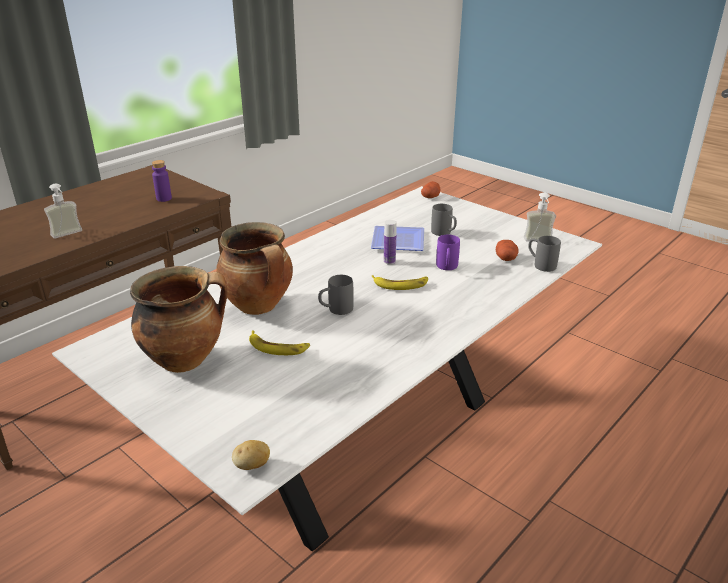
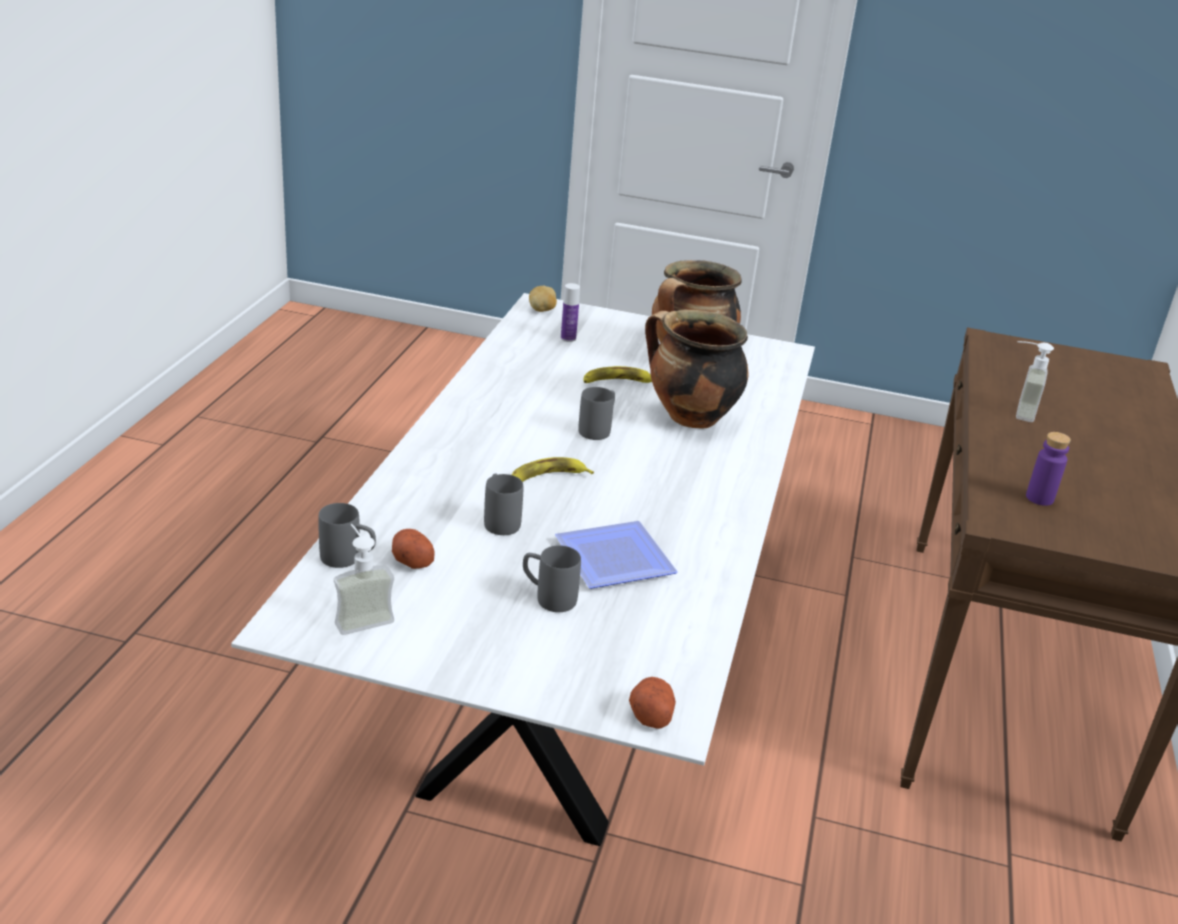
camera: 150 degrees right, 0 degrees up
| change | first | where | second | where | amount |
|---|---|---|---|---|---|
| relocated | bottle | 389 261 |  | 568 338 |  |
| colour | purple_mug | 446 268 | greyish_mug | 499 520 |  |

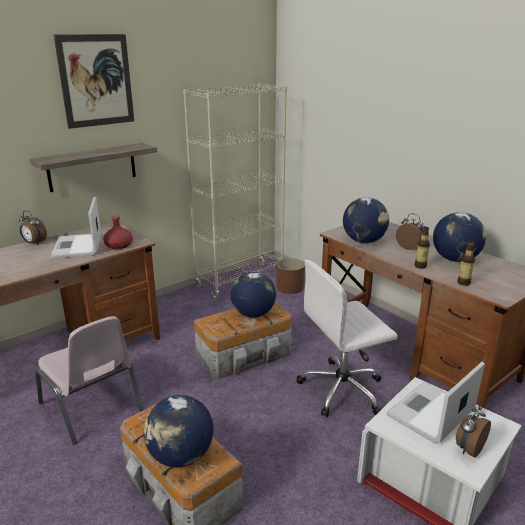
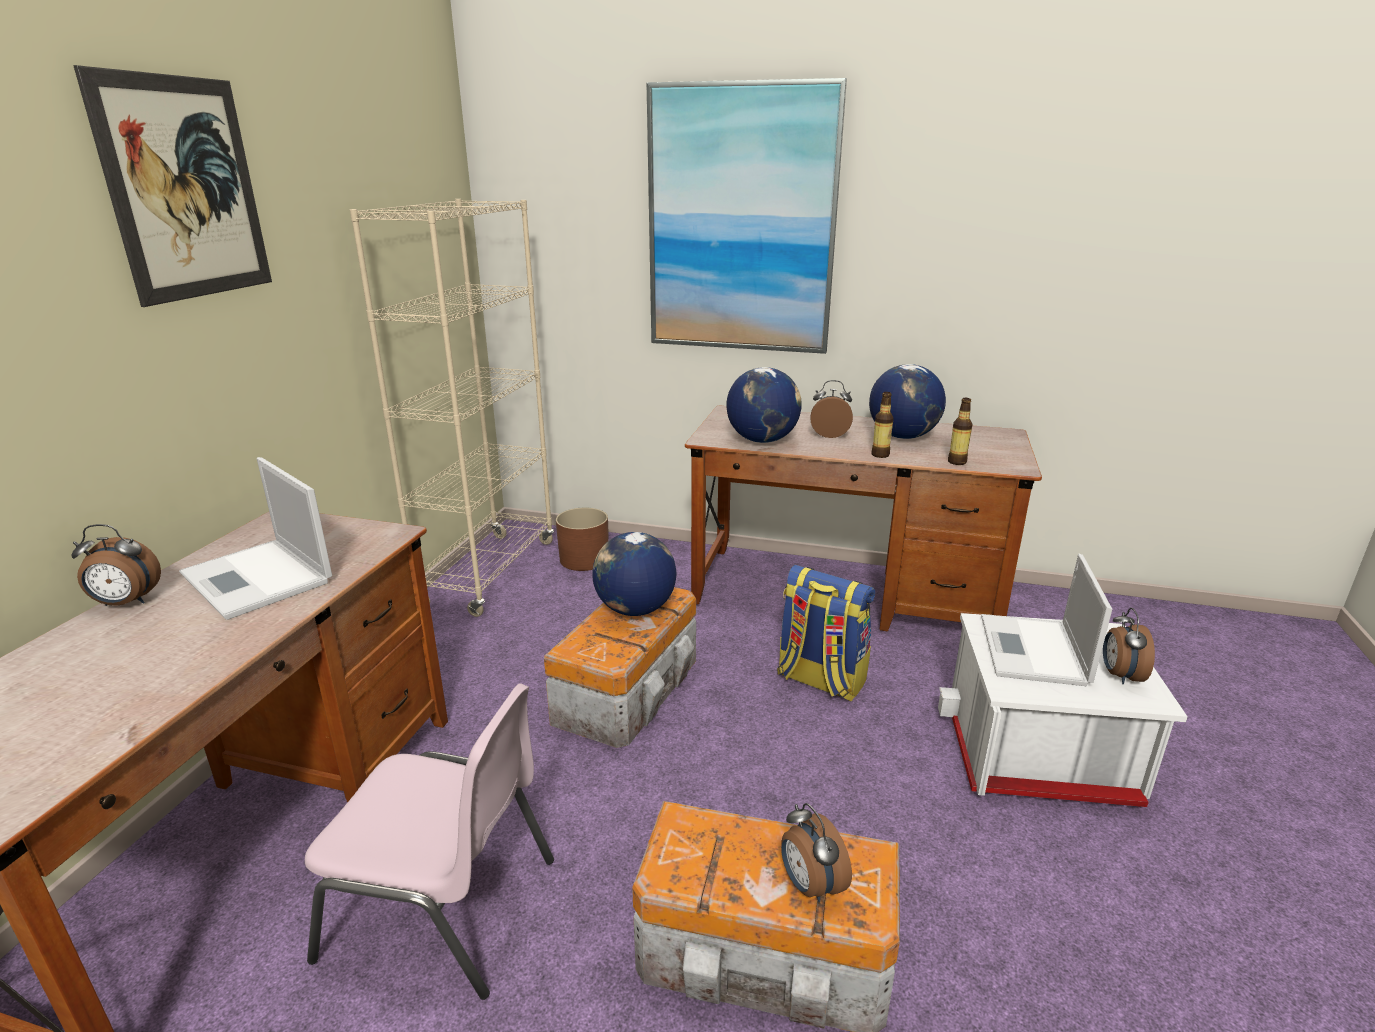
camera: 35 degrees left, 0 degrees up
| change | first | where | second | where | amount |
|---|---|---|---|---|---|
| missing | wall_shelf | 92 167 |  |  |  |
| missing | red-coloured_bottle | 119 245 |  |  |  |
| appeared |  |  | wall_picture | 741 222 |  |
| exchanged | globe | 180 456 | bedside_clock | 809 885 |  |
| exchanged | whitish_computer_chair | 343 390 | rucksack | 820 680 |  |

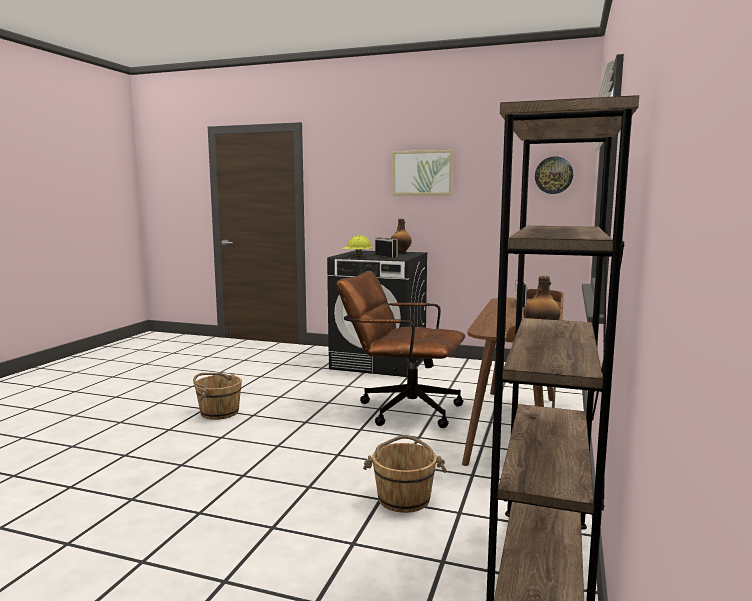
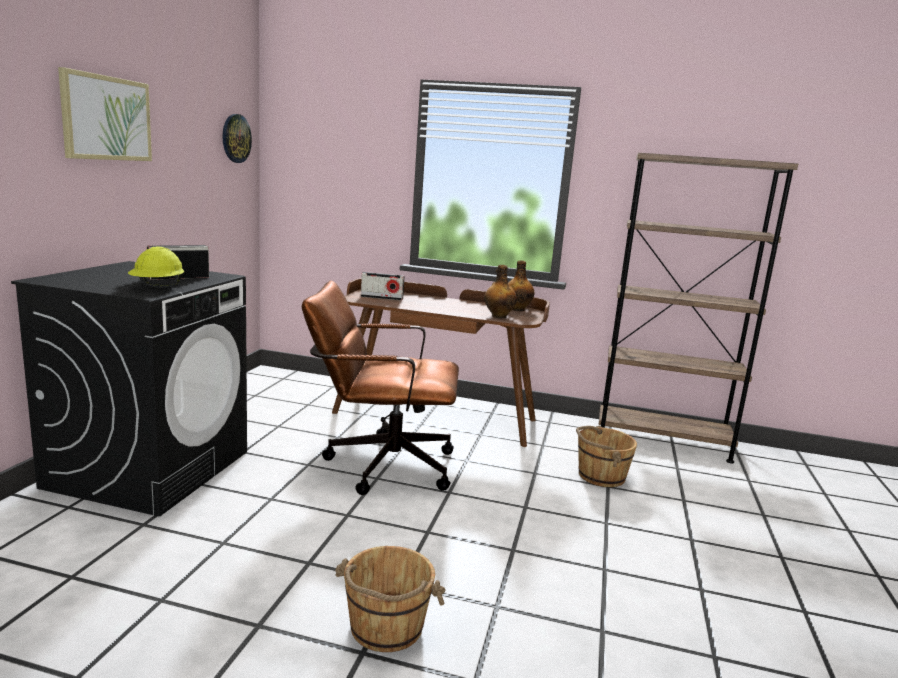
camera: 95 degrees left, 5 degrees up
| change | first | where | second | where | amount |
|---|---|---|---|---|---|
| relocated | bottle | 401 252 |  | 498 316 |  |
| spun | brownish_computer_chair | 401 409 |  | 379 464 | 75 degrees clockwise |

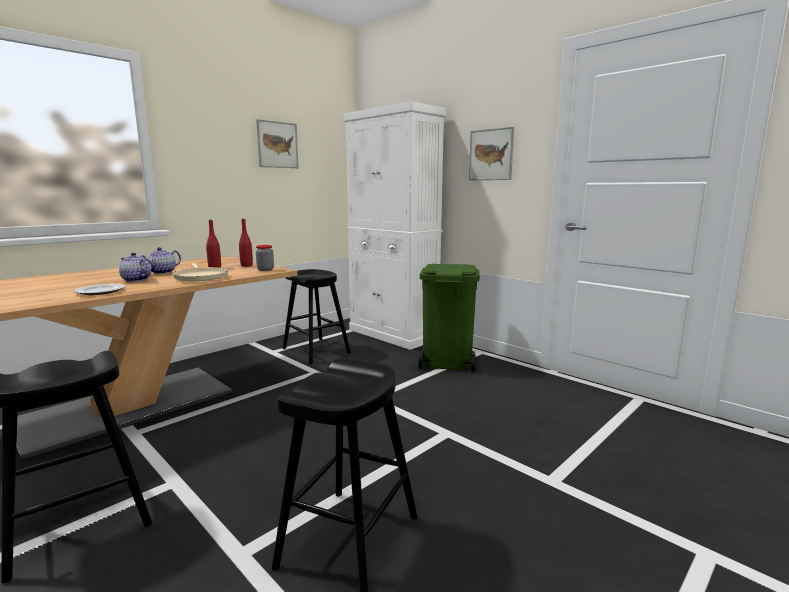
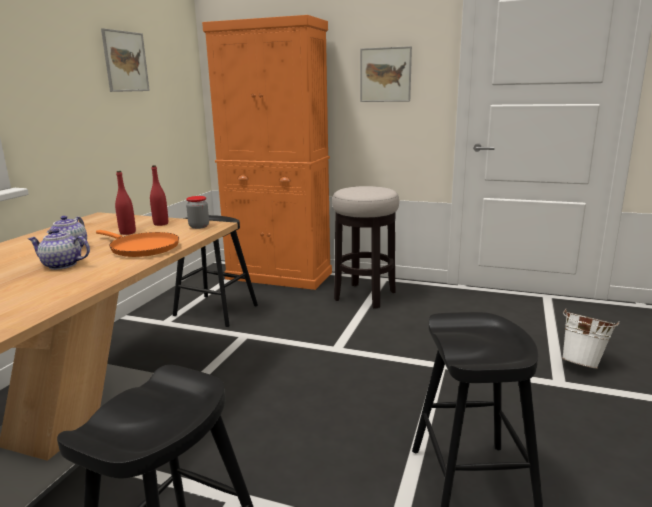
camera: 25 degrees left, 5 degrees up
| change | first | where | second | where | amount |
|---|---|---|---|---|---|
| missing | dinner_plate | 100 291 |  |  |  |
| appeared |  |  | whitish_water_bucket | 583 363 |  |
| exchanged | greenish_trash_can | 446 362 | stool | 365 296 |  |
| colour | beige-coloured_frying_pan | 200 277 | orangey_frying_pan | 142 248 |  |
| colour | whitish_cupboard | 393 334 | orangey_cupboard | 279 276 |  |

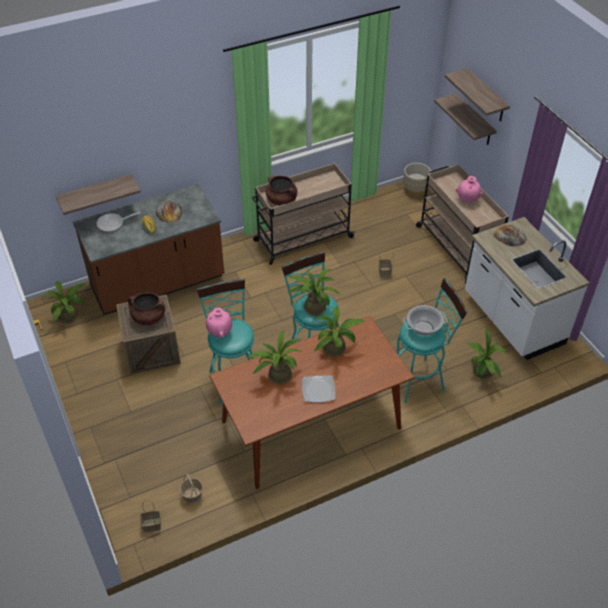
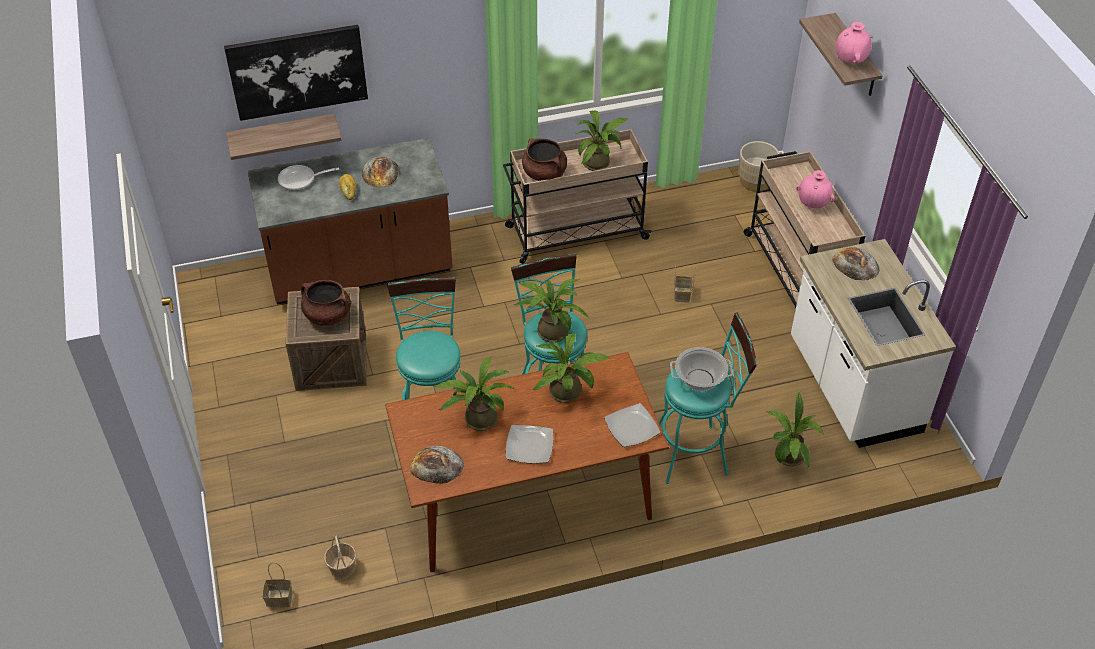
camera: 10 degrees right, 0 degrees up
| change | first | where | second | where | amount |
|---|---|---|---|---|---|
| missing | wall_shelf | 474 120 |  |  |  |
| appeared |  |  | wall_picture | 297 71 |  |
| appeared |  |  | bread | 436 465 |  |
| appeared |  |  | dinner_plate | 632 426 |  |
| relocated | plant_in_a_pot | 70 316 |  | 599 163 |  |
| relocated | pink_vase | 220 333 |  | 850 62 |  |

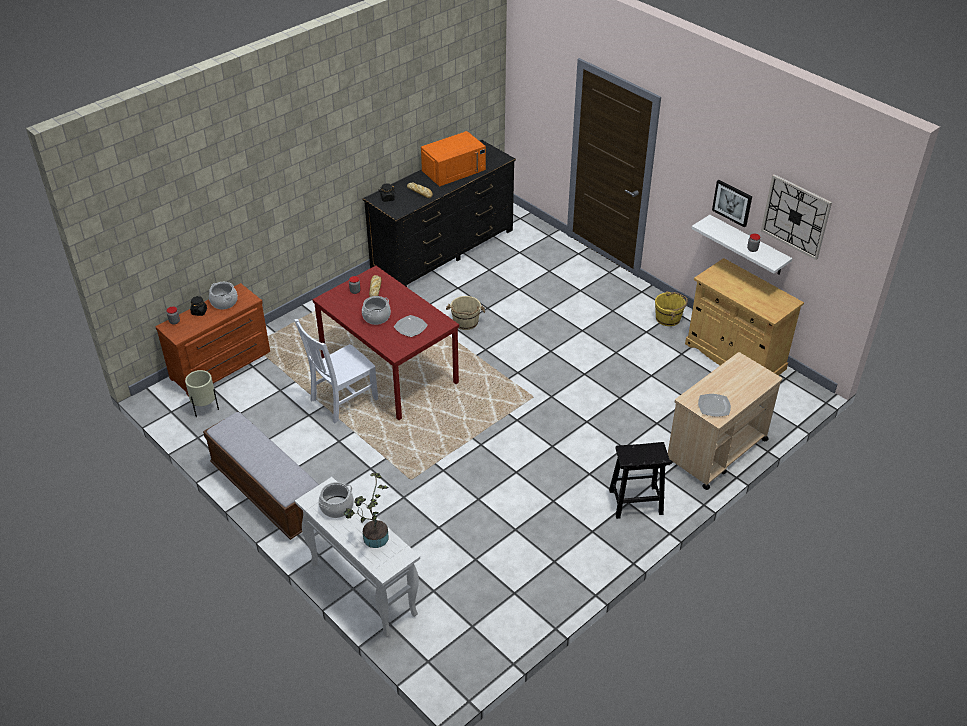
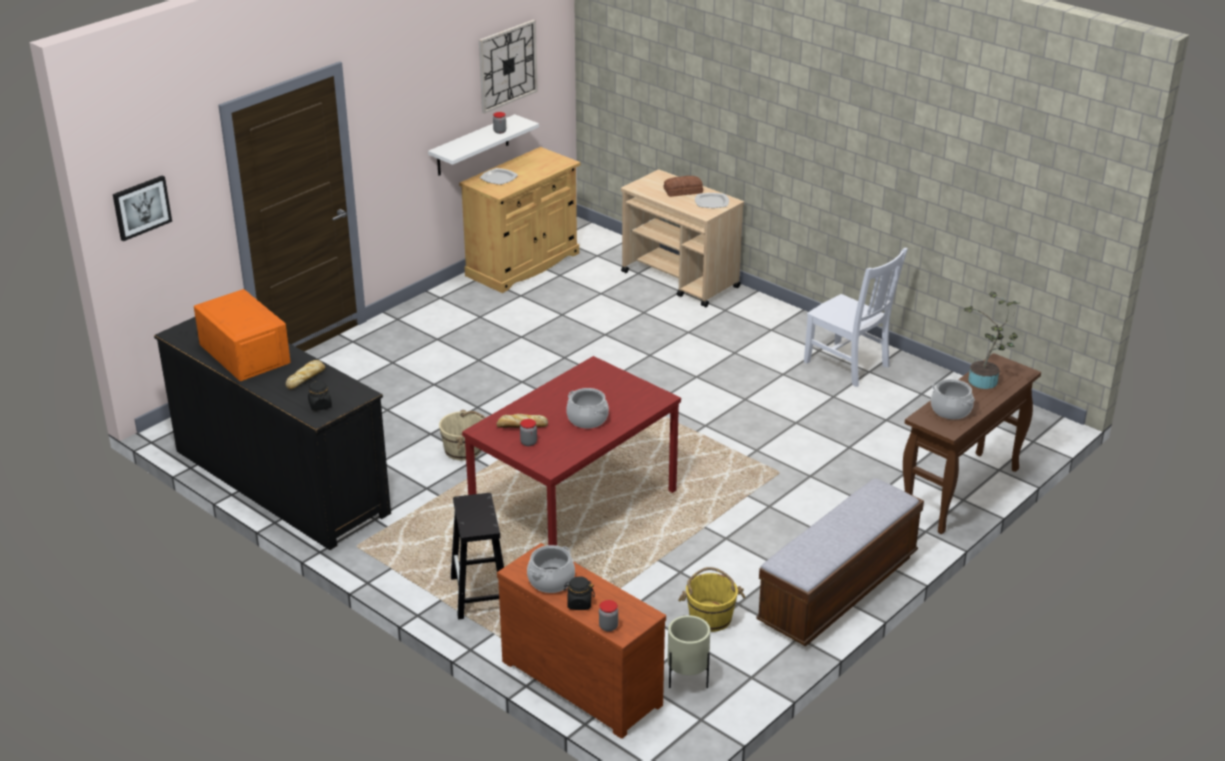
camera: 95 degrees left, 10 degrees down
| change | first | where | second | where | amount |
|---|---|---|---|---|---|
| appeared |  |  | bread | 683 191 |  |
| relocated | whitish_upright_chair | 342 400 |  | 848 365 |  |
| relocated | dinner_plate | 410 327 |  | 498 178 |  |
| relocated | blackish_stool | 635 502 |  | 481 595 |  |
| relocated | yellow-coloured_water_bucket | 668 318 |  | 710 617 |  |
| relocated | wall_picture | 732 202 |  | 141 207 |  |
| colour | whitish_narrow_table | 362 588 | brownish_narrow_table | 960 493 |  |

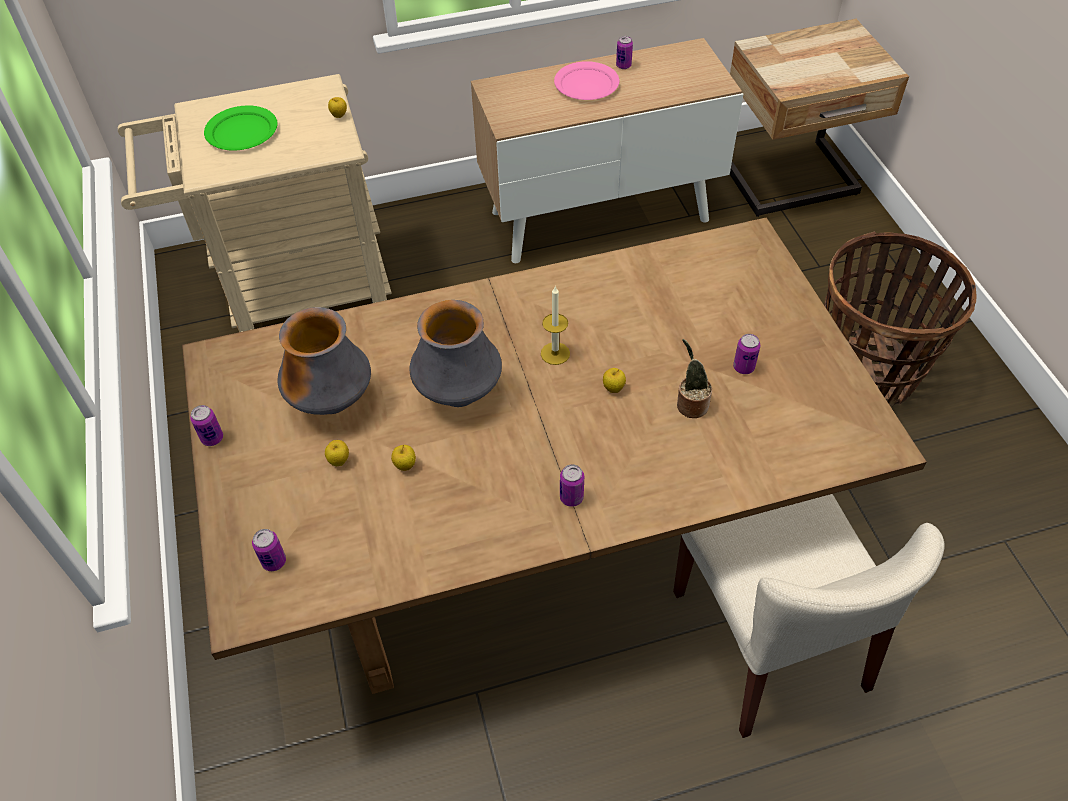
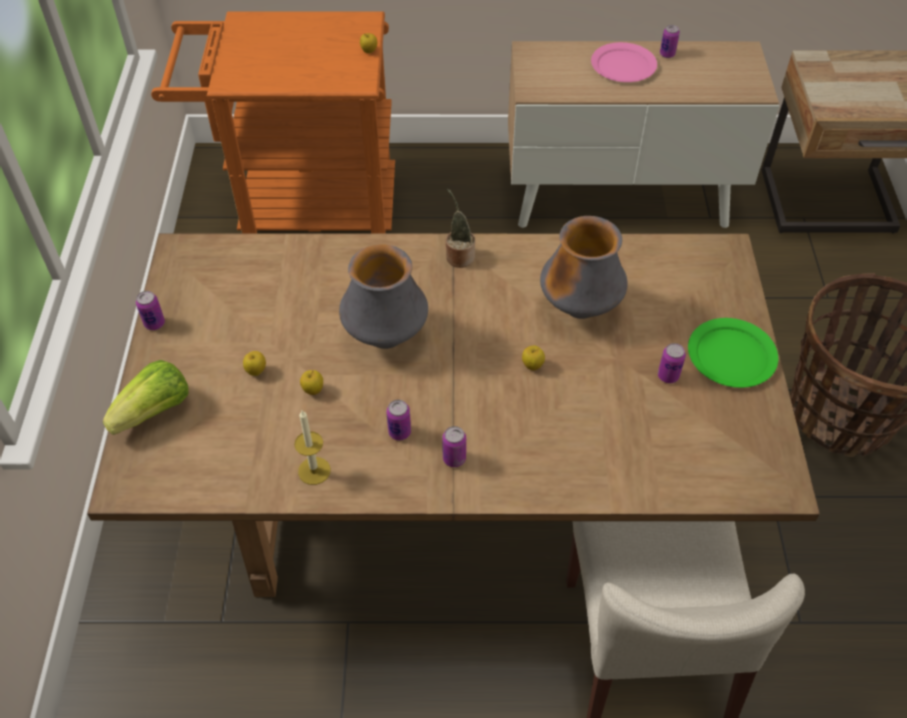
camera: 15 degrees right, 0 degrees up
| change | first | where | second | where | amount |
|---|---|---|---|---|---|
| appeared |  |  | lettuce | 155 411 |  |
| relocated | greenish_dinner_plate | 242 132 |  | 732 356 |  |
| relocated | can | 274 561 |  | 399 432 |  |
| relocated | vase | 332 403 |  | 580 309 |  |
| relocated | wax_light | 555 353 |  | 314 471 |  |
| relocated | plant_in_a_pot | 690 404 |  | 459 256 |  |
| colour | beige-coloured_trolley | 290 293 | orangey_trolley | 302 210 |  |

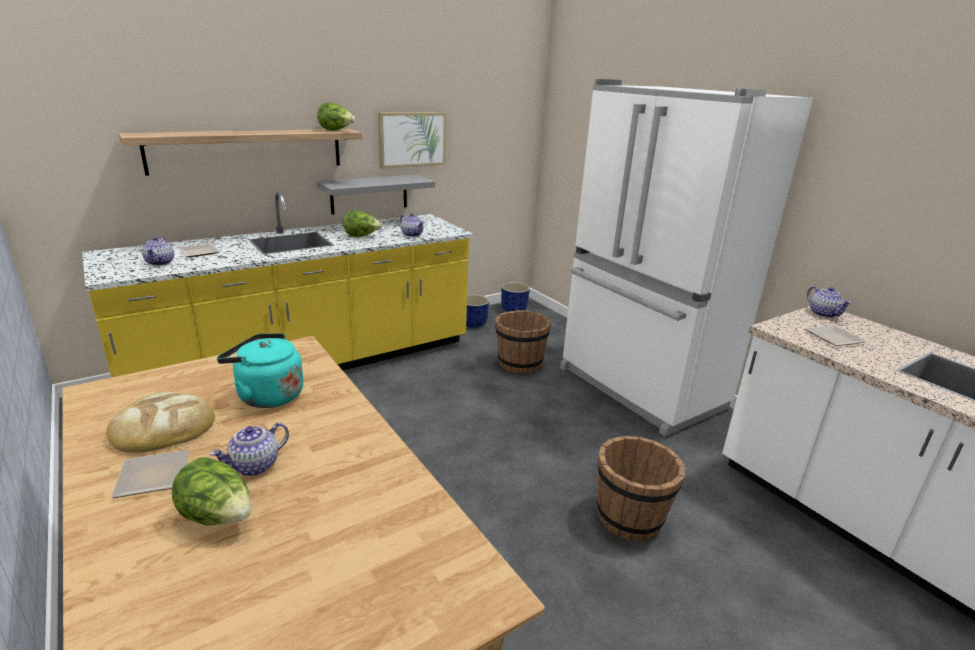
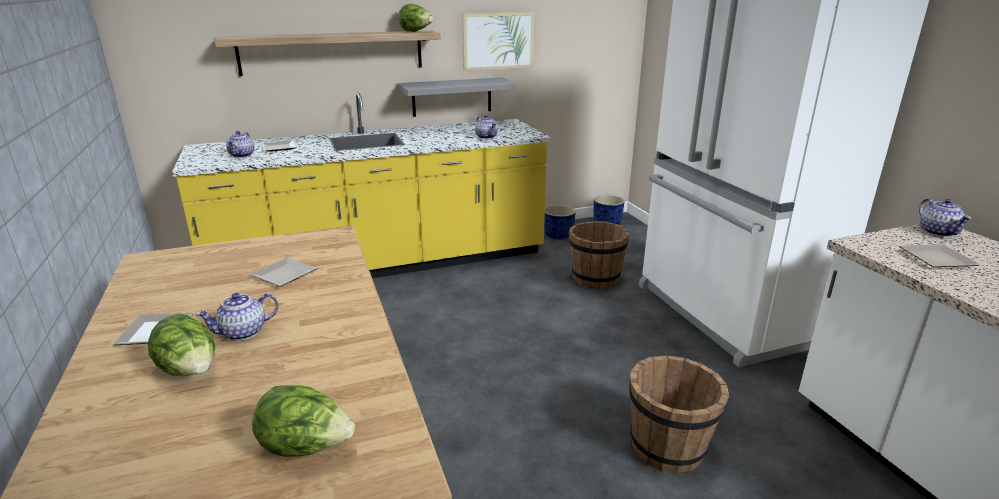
camera: 15 degrees right, 0 degrees up
| change | first | where | second | where | amount |
|---|---|---|---|---|---|
| missing | bread | 162 427 |  |  |  |
| relocated | lettuce | 362 236 |  | 306 447 |  |
| exchanged | turquoise_tea_kettle | 267 395 | dinner_plate | 284 274 |  |

